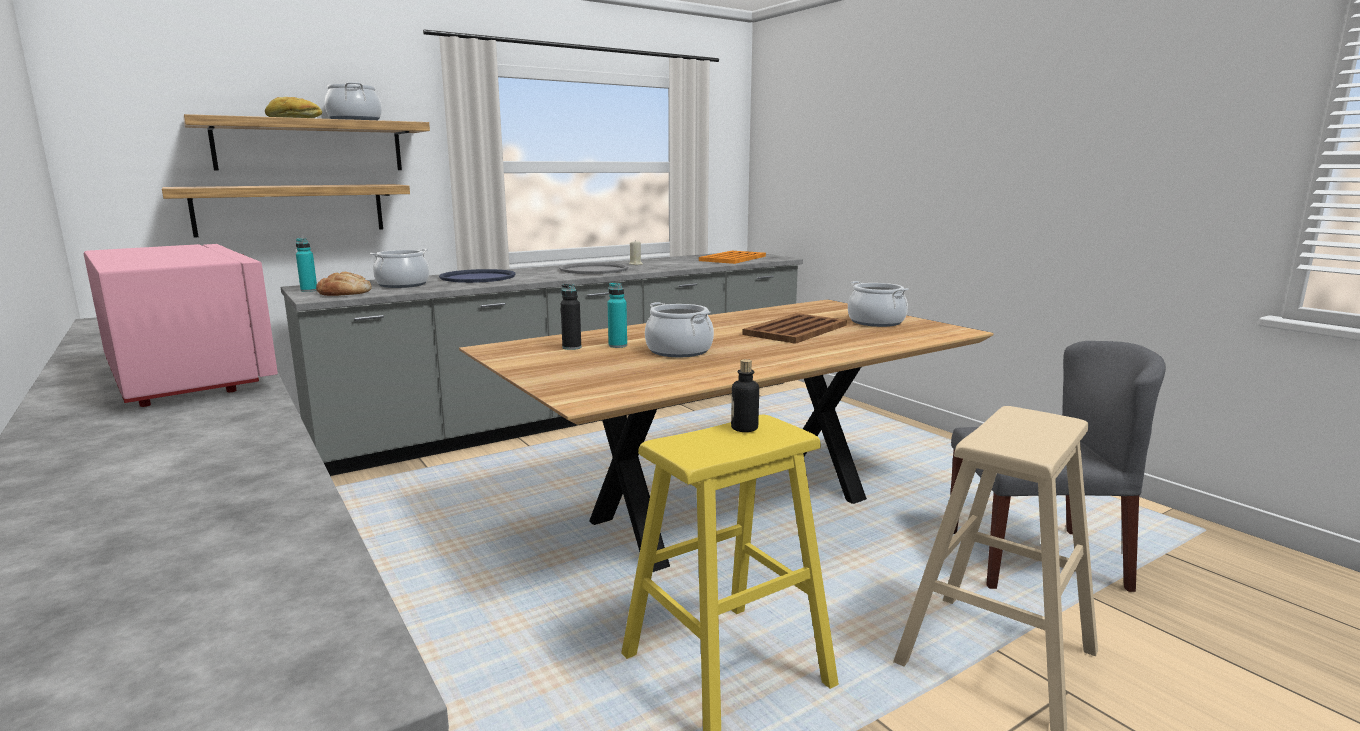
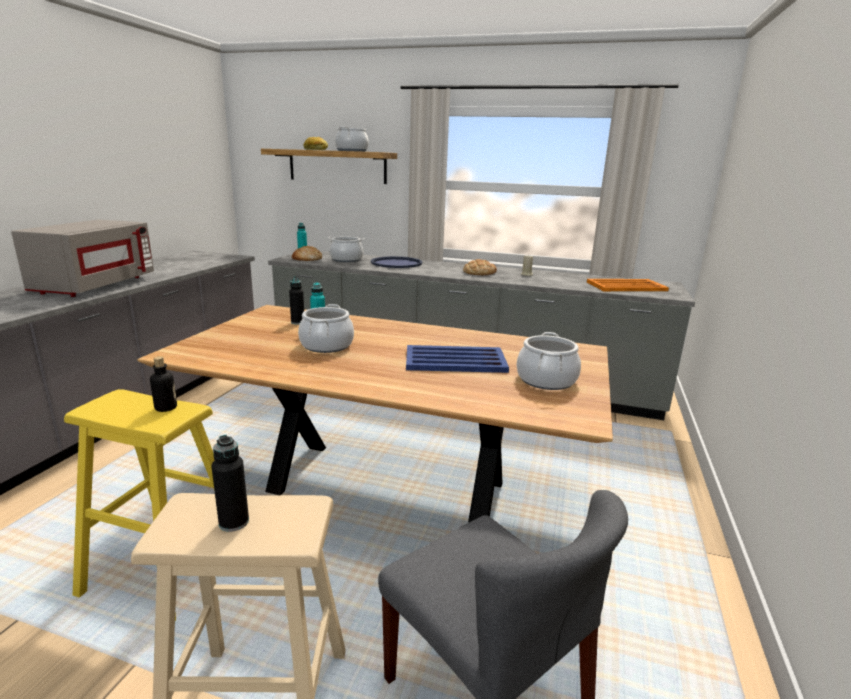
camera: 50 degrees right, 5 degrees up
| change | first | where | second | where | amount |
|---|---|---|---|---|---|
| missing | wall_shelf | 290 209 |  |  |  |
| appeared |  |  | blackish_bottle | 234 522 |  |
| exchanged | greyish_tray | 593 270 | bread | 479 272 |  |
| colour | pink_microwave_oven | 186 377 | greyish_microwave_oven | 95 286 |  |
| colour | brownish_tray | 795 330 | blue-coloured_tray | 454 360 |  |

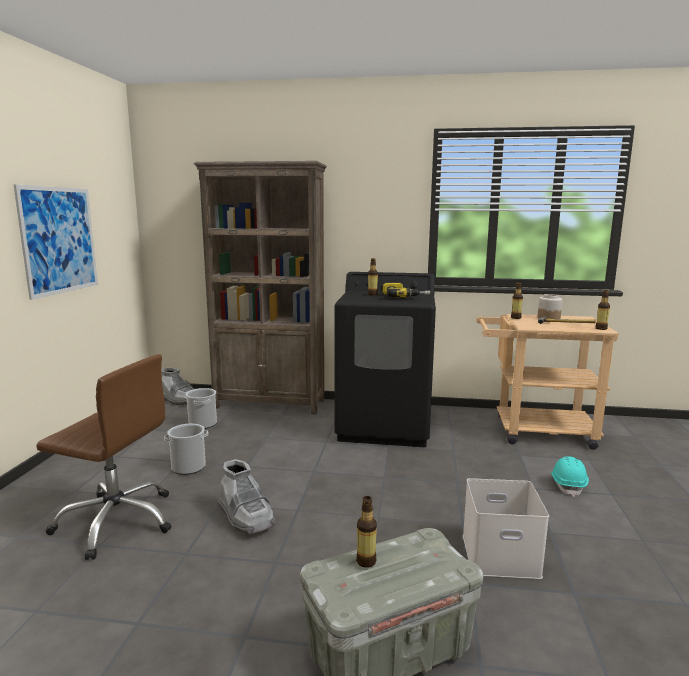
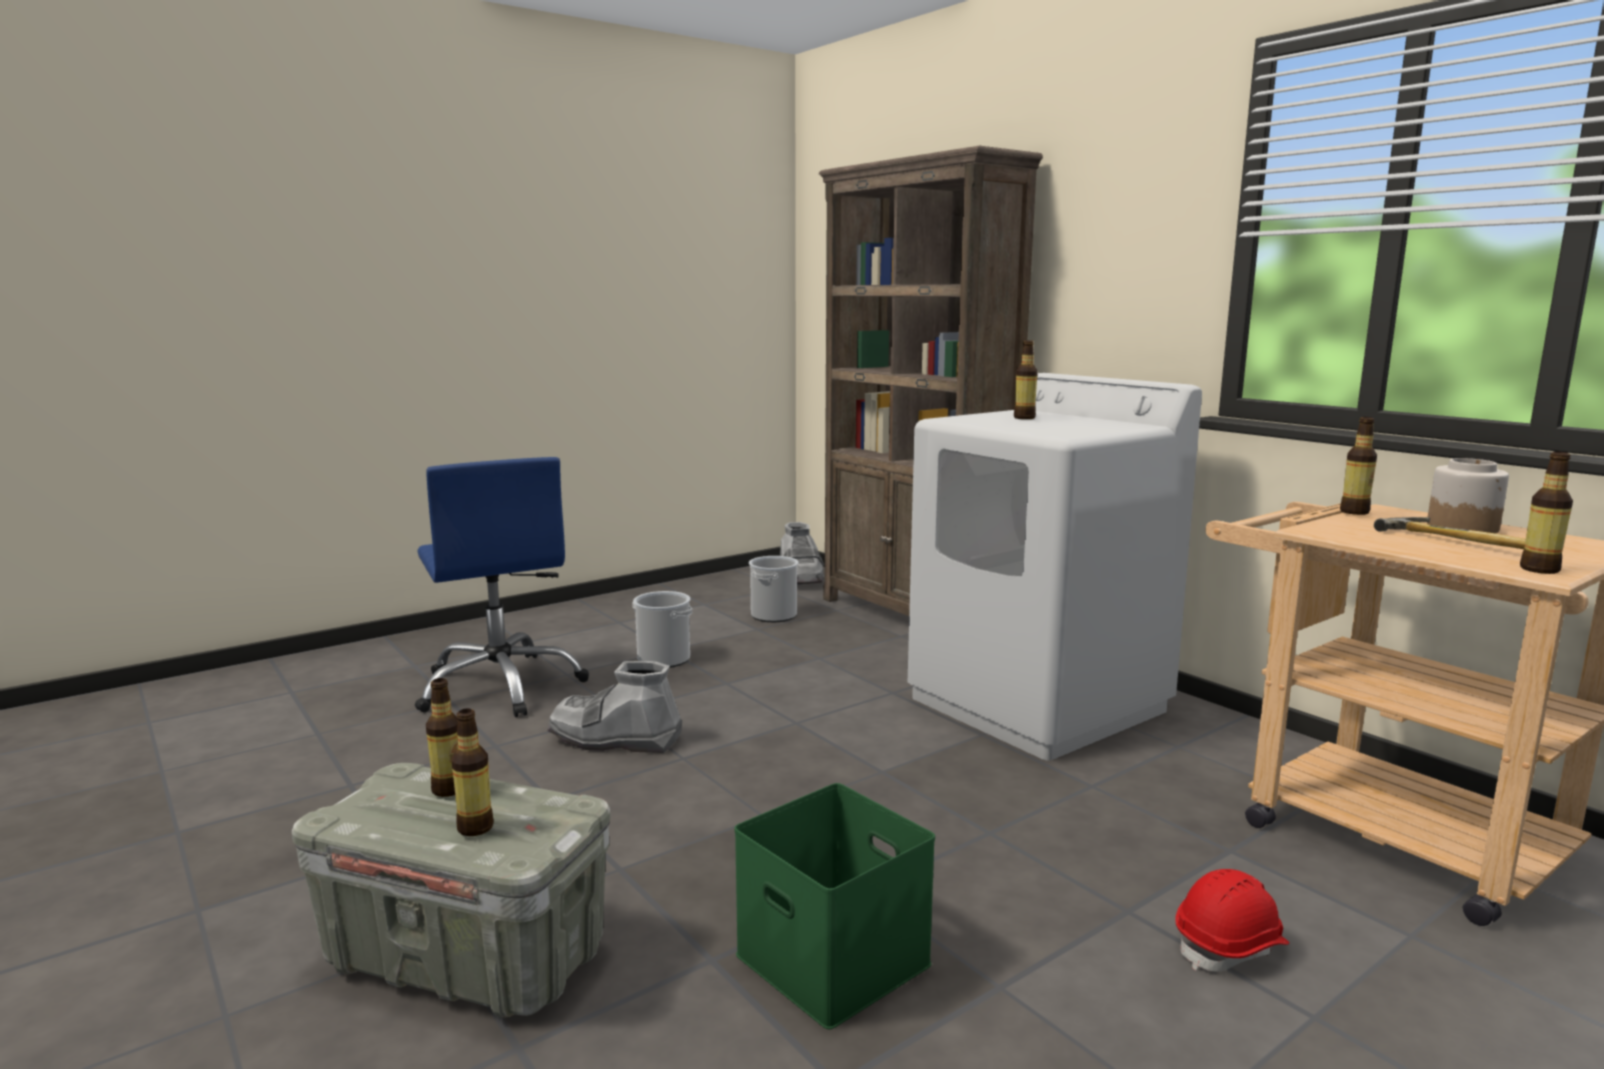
camera: 45 degrees right, 0 degrees up
| change | first | where | second | where | amount |
|---|---|---|---|---|---|
| missing | wall_picture | 59 240 |  |  |  |
| missing | power_drill | 404 296 |  |  |  |
| appeared |  |  | bottle | 475 828 |  |
| colour | brownish_computer_chair | 117 521 | blue-coloured_computer_chair | 501 686 |  |
| colour | blackish_laundry_appliance | 385 426 | whitish_laundry_appliance | 1038 704 |  |
| colour | whitish_storage_box | 501 554 | greenish_storage_box | 837 959 |  |
| colour | turquoise_safety_helmet | 568 485 | red-coloured_safety_helmet | 1230 946 |  |
| spun | greyish_boot | 246 517 |  | 614 739 | 90 degrees clockwise |

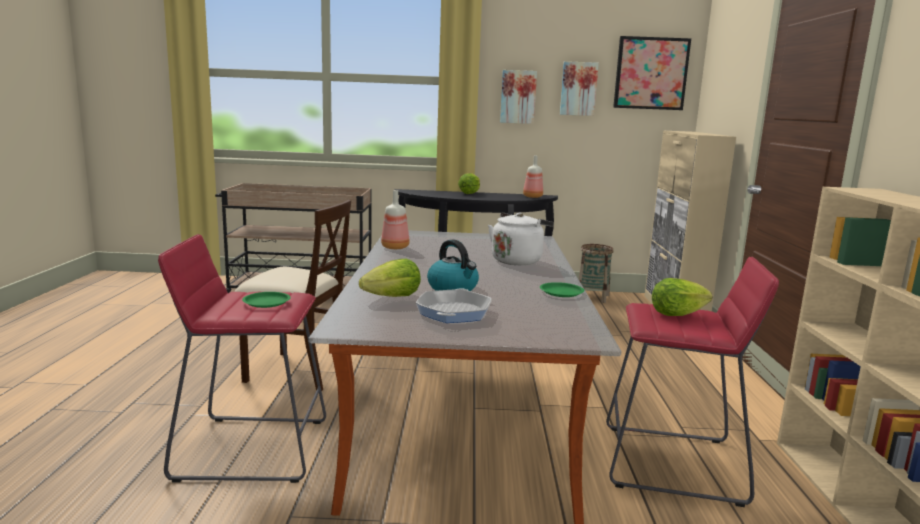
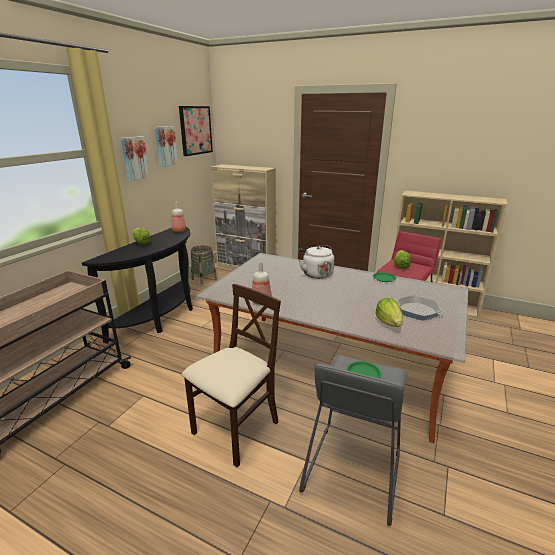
camera: 65 degrees left, 10 degrees up
| change | first | where | second | where | amount |
|---|---|---|---|---|---|
| missing | tea_kettle | 453 288 |  |  |  |
| colour | red-coloured_stool | 252 448 | greyish_stool | 352 471 |  |

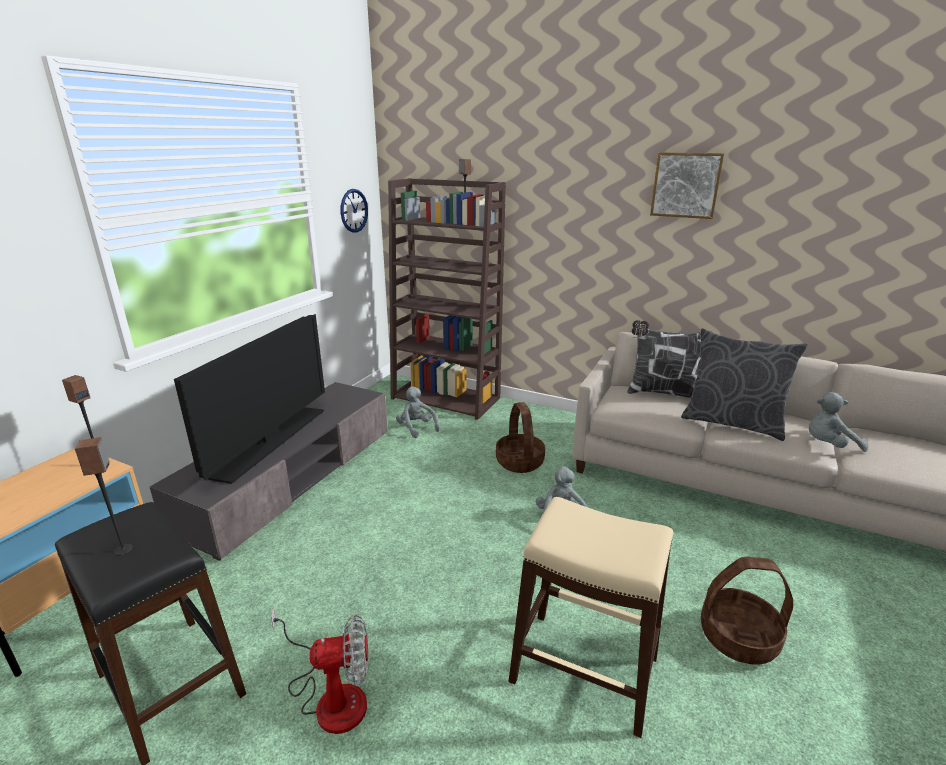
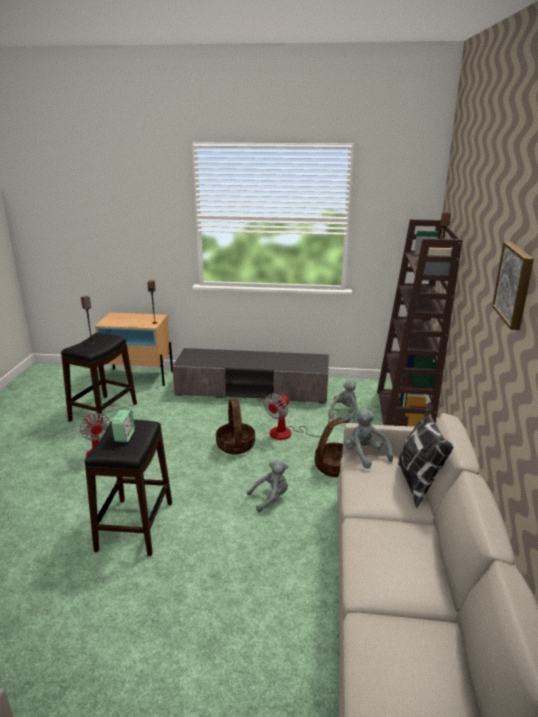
camera: 70 degrees right, 0 degrees up
| change | first | where | second | where | amount |
|---|---|---|---|---|---|
| missing | TV | 271 441 |  |  |  |
| missing | clock_on_the_wall | 354 210 |  |  |  |
| missing | greyish_throw_pillow | 732 422 |  |  |  |
| appeared |  |  | bedside_clock | 124 436 |  |
| appeared |  |  | cooling_fan | 289 433 |  |
| relocated | basket | 738 637 |  | 236 445 |  |
| relocated | greyish_plush_toy | 828 445 |  | 365 455 |  |
| colour | beige-coloured_stool | 584 670 | blackish_stool | 134 526 |  |

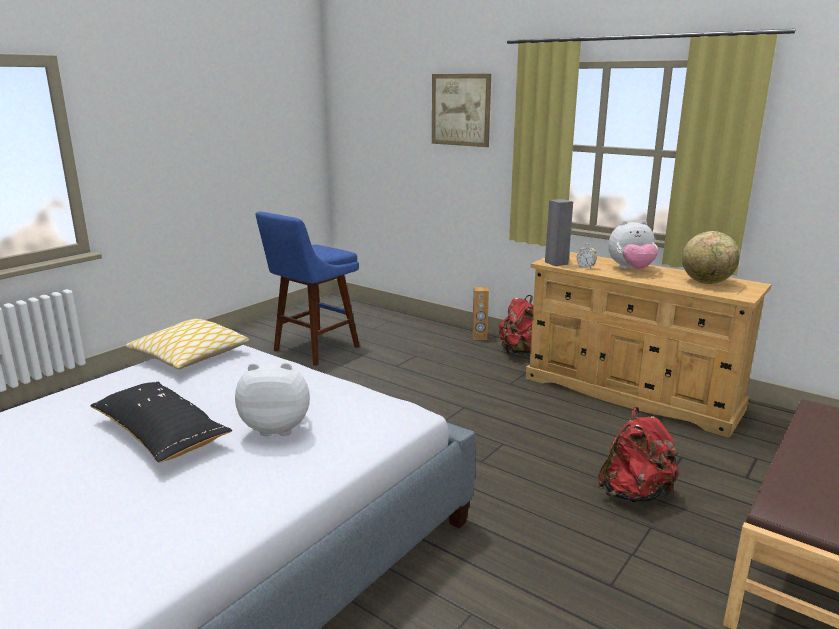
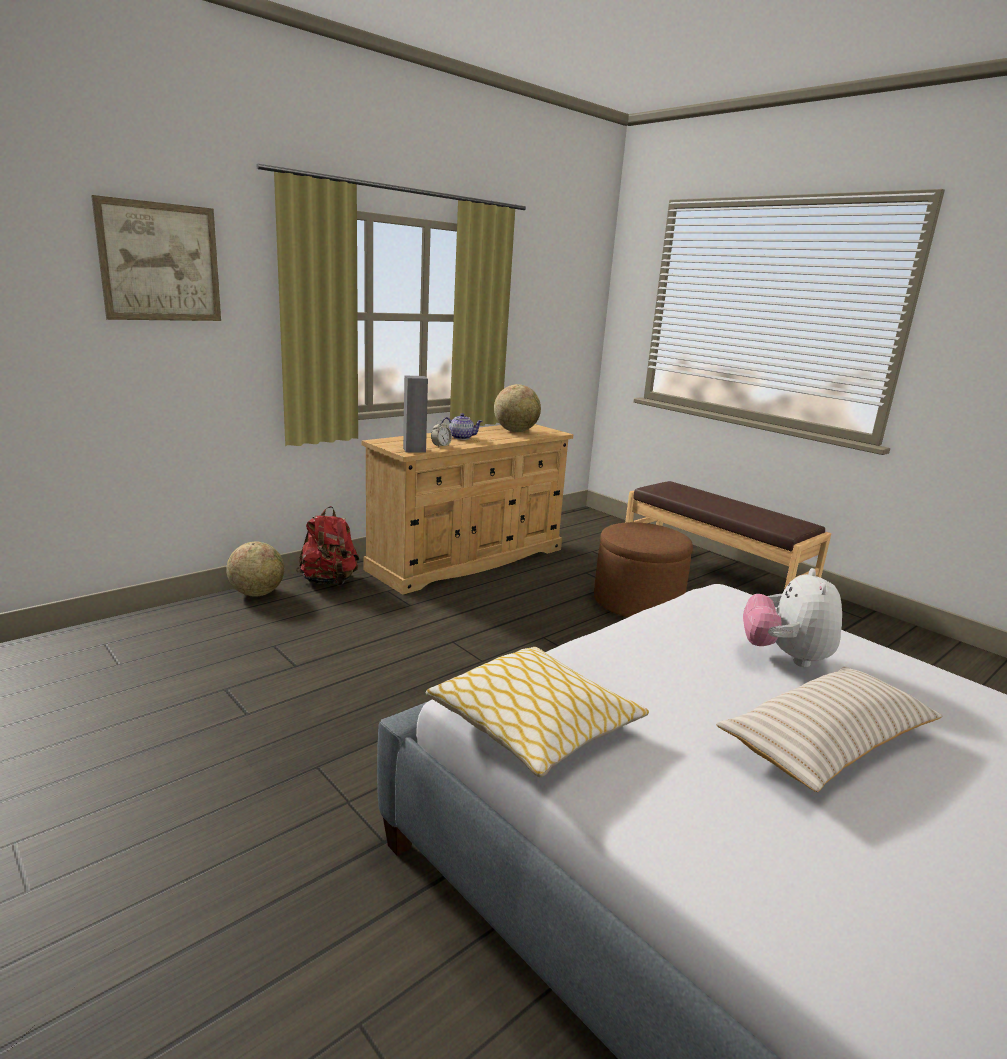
camera: 80 degrees left, 0 degrees up
| change | first | where | second | where | amount |
|---|---|---|---|---|---|
| missing | blue-coloured_stool | 313 350 |  |  |  |
| exchanged | brownish_loudspeaker | 479 337 | globe | 257 593 |  |
| exchanged | red-coloured_rucksack | 634 493 | brownish_footrest | 637 603 |  |
| exchanged | plush_toy | 631 269 | teapot | 461 437 |  |
| colour | blackish_throw_pillow | 160 434 | beige-coloured_throw_pillow | 826 743 |  |

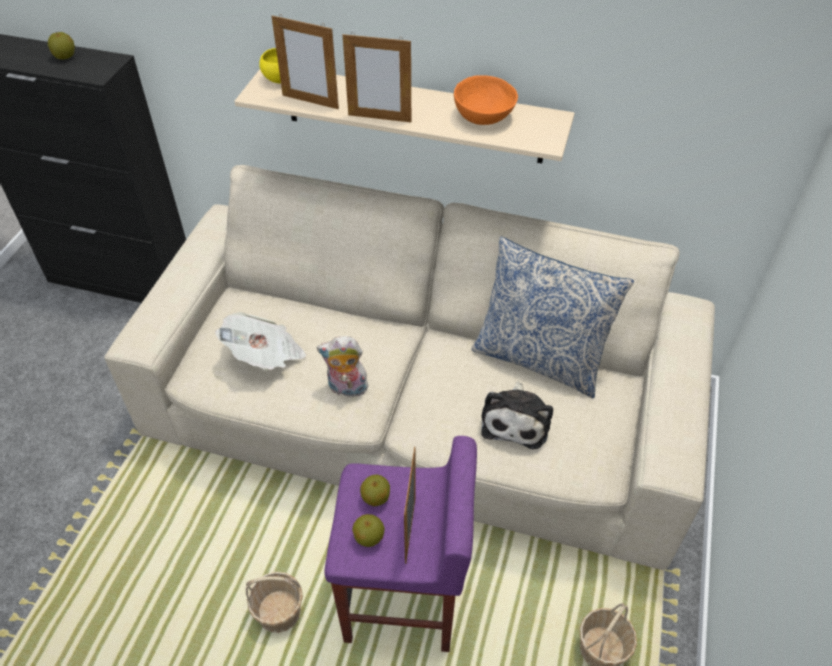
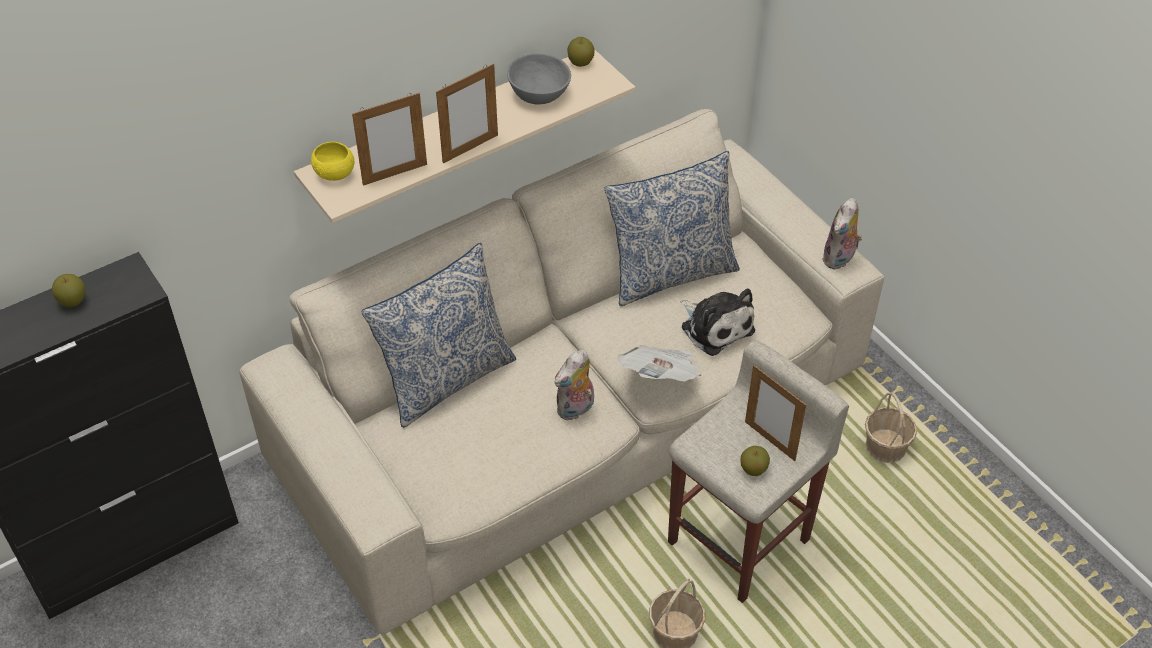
camera: 50 degrees left, 0 degrees up
| change | first | where | second | where | amount |
|---|---|---|---|---|---|
| appeared |  |  | throw_pillow | 446 378 |  |
| appeared |  |  | plush_toy | 839 259 |  |
| relocated | printed_paper | 265 355 |  | 661 377 |  |
| relocated | apple_fruit | 375 498 |  | 580 62 |  |
| colour | purple_stool | 403 599 | beige-coloured_stool | 740 540 |  |
| colour | orangey_bowl | 482 116 | greyish_bowl | 538 94 |  |

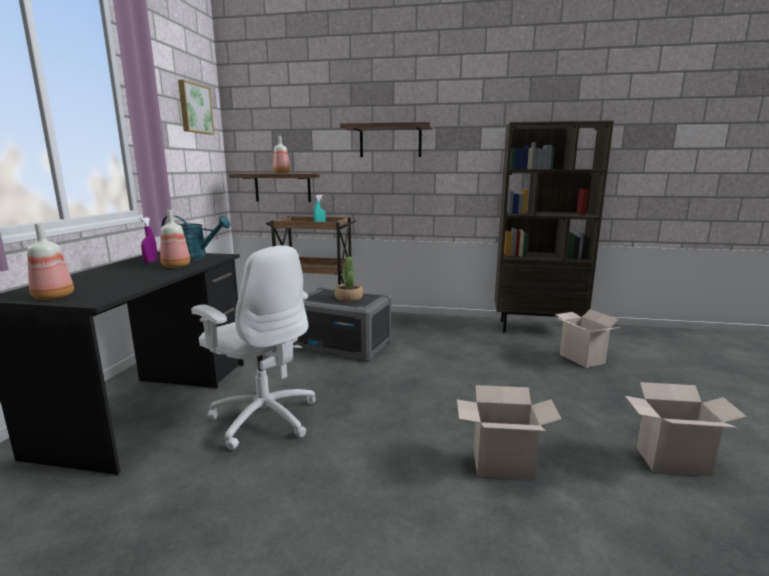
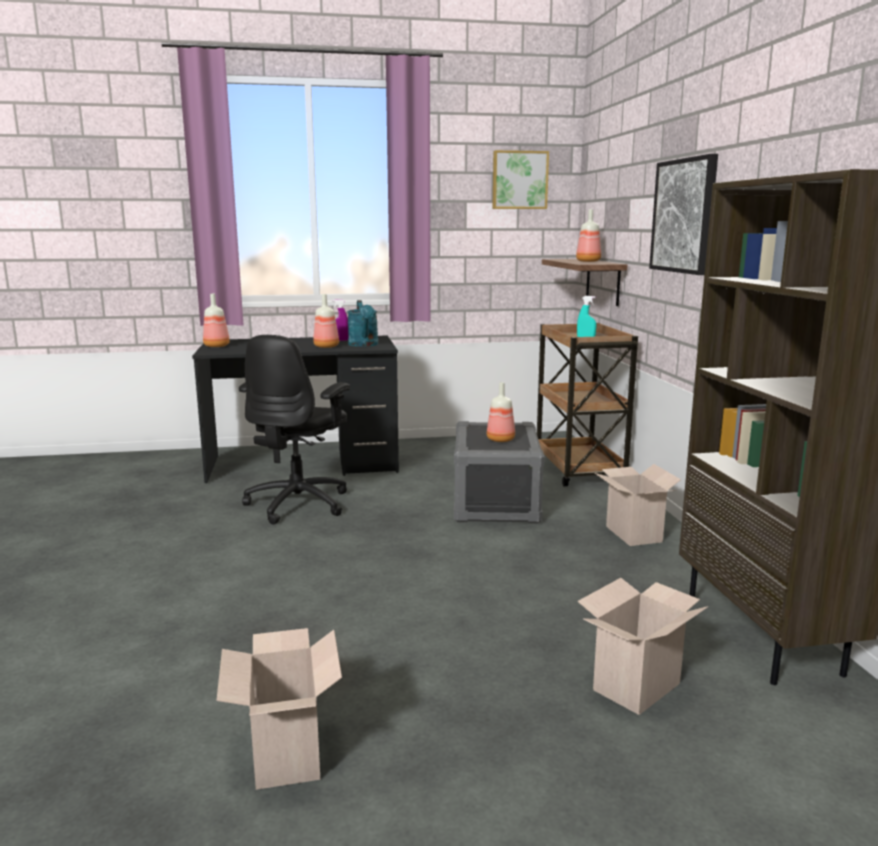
camera: 70 degrees right, 0 degrees up
| change | first | where | second | where | amount |
|---|---|---|---|---|---|
| relocated | carton | 501 466 |  | 631 533 |  |
| exchanged | plant_in_a_pot | 348 298 | bottle | 500 439 |  |
| exchanged | wall_shelf | 390 141 | wall_picture | 684 216 |  |
| colour | whitish_computer_chair | 264 417 | blackish_computer_chair | 299 504 |  |

